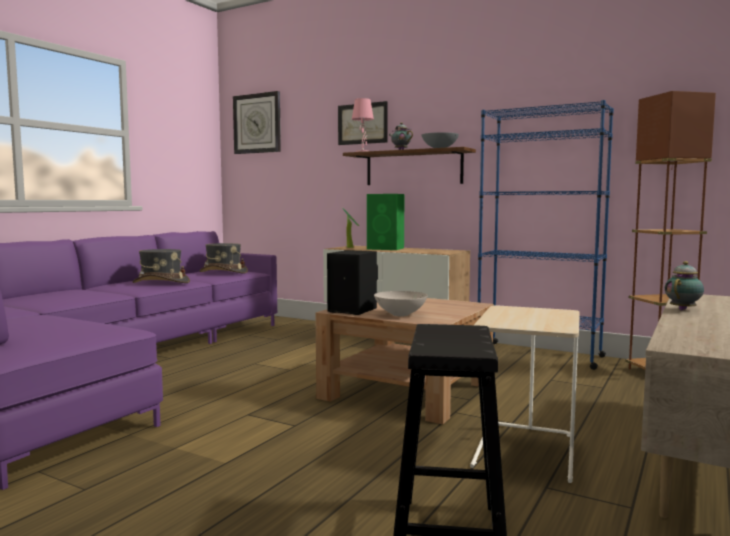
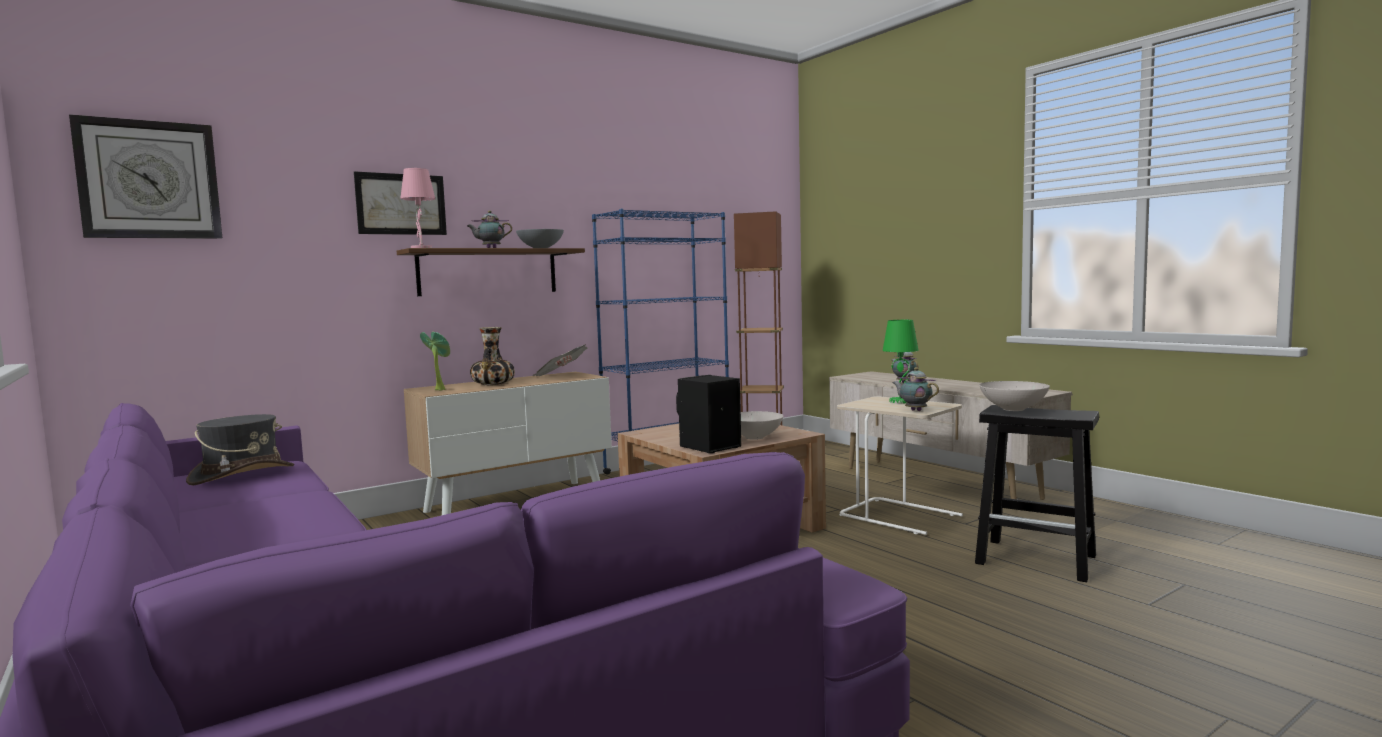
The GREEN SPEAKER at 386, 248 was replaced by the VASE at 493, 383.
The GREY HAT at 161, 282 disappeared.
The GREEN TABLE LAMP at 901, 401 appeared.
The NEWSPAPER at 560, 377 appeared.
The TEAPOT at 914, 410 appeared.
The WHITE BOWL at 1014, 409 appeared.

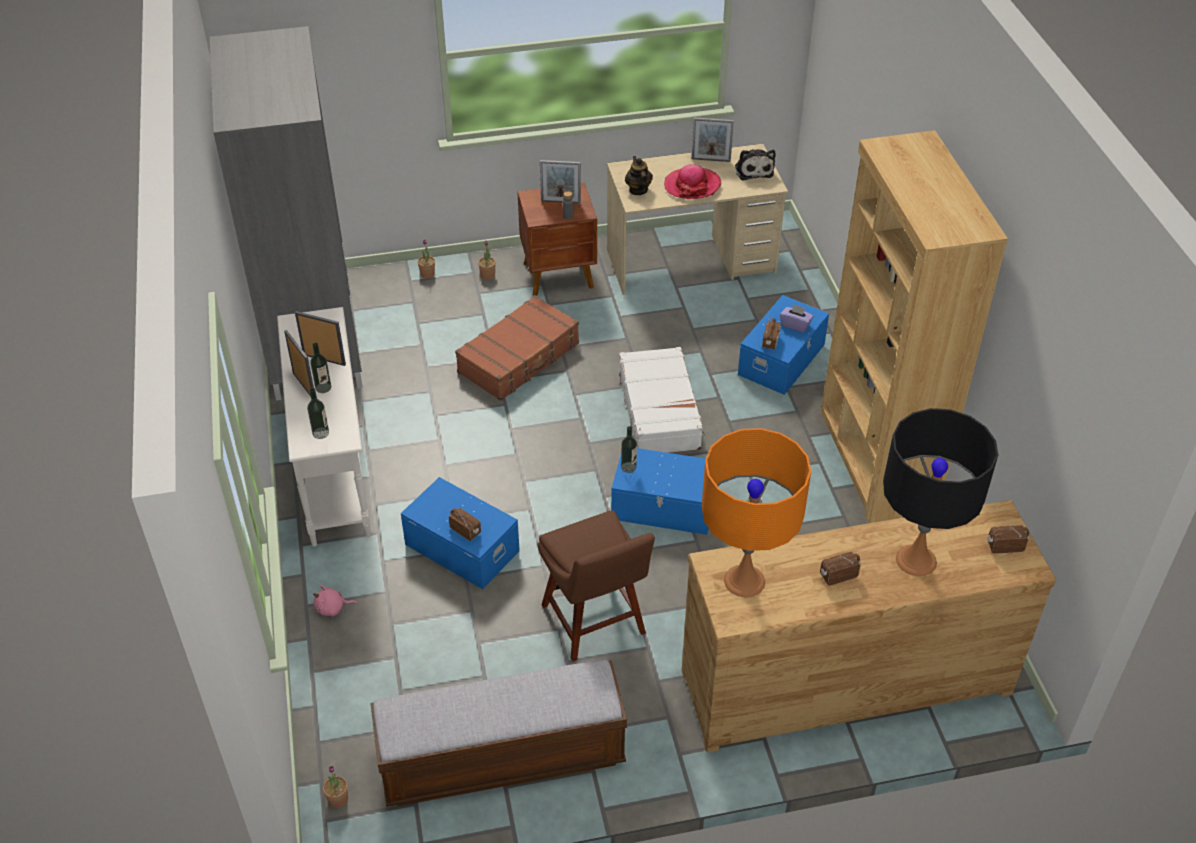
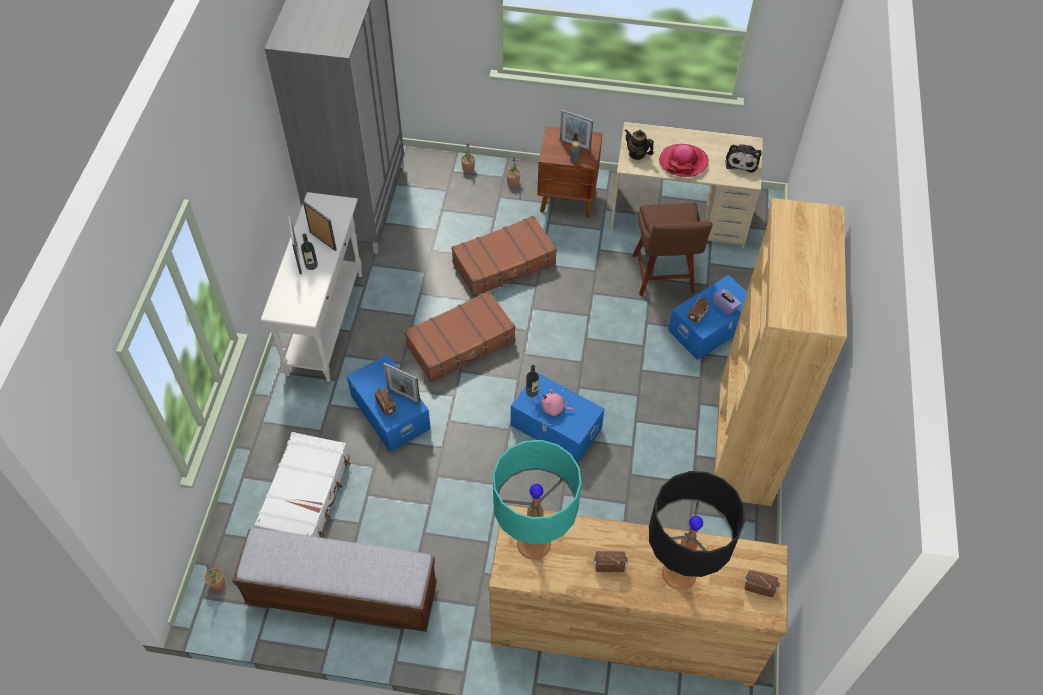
The PICTURE FRAME moved from 711, 160 to 403, 395.
The TEAPOT at 638, 190 turned 60 degrees counterclockwise.
The WHITE SUITCASE moved from 660, 411 to 306, 496.
The BOTTLE at 320, 433 disappeared.
The ORANGE TABLE LAMP at 744, 581 became the TURQUOISE TABLE LAMP at 533, 544.
The BROWN CHAIR moved from 595, 623 to 663, 276.
The PINK PLUSH TOY moved from 332, 608 to 554, 408.
The BROWN SUITCASE at 461, 343 appeared.

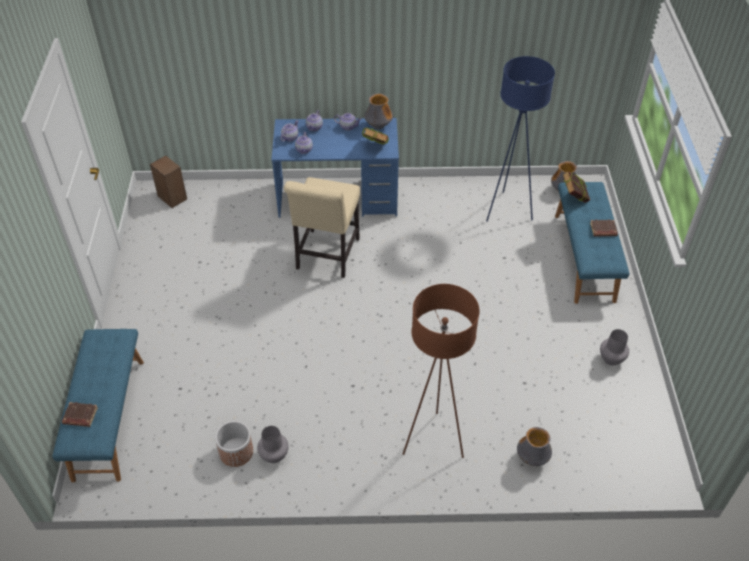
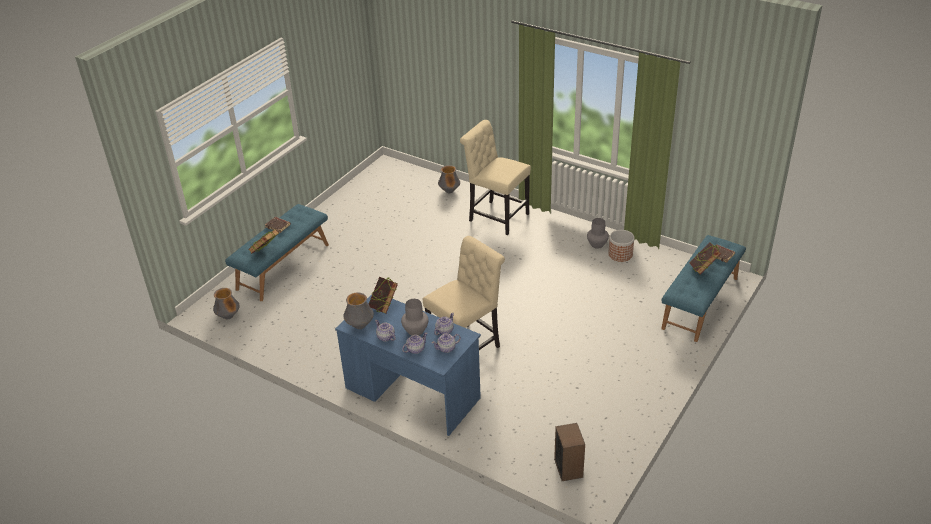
The BLUE FLOOR LAMP at 507, 210 disappeared.
The BROWN FLOOR LAMP at 433, 441 was replaced by the BEIGE CHAIR at 496, 216.
The GREY VASE moved from 611, 359 to 416, 330.
The BOOK at 703, 269 appeared.

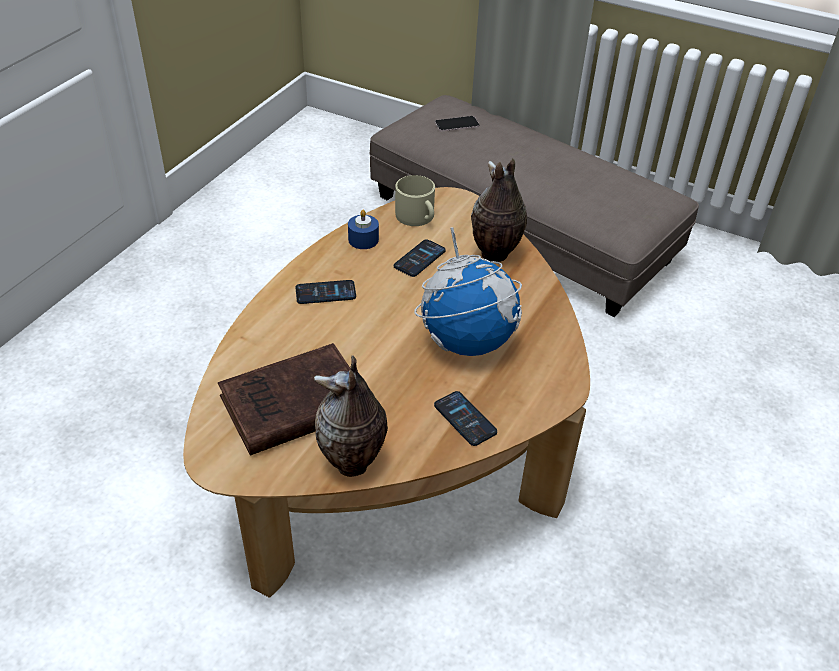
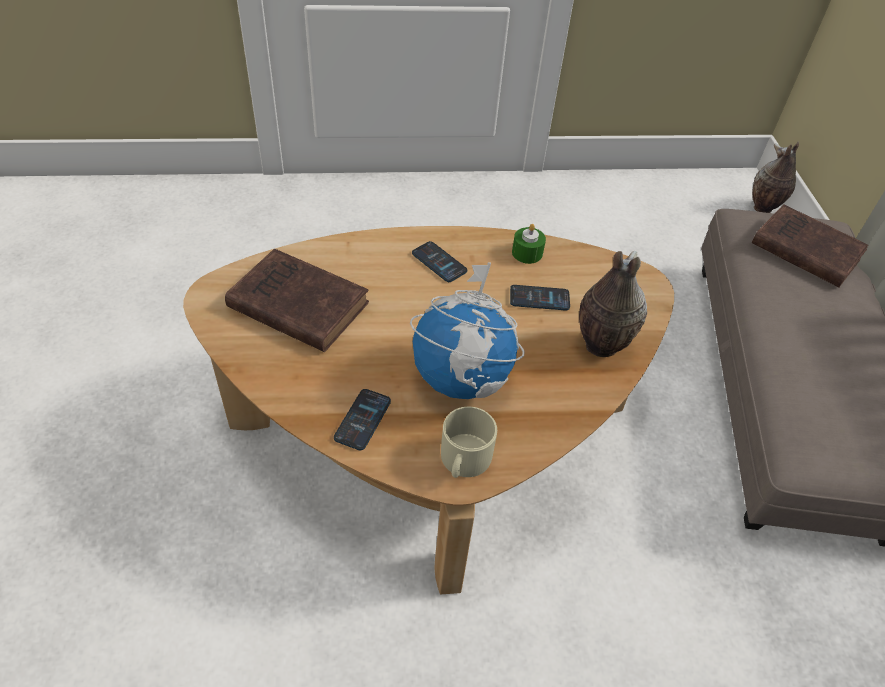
The PHONE at 456, 124 was replaced by the BROWN BOOK at 803, 249.
The BEIGE MUG moved from 417, 217 to 464, 460.
The BLUE CANDLE at 363, 240 became the GREEN CANDLE at 527, 253.
The VASE moved from 352, 463 to 762, 208.

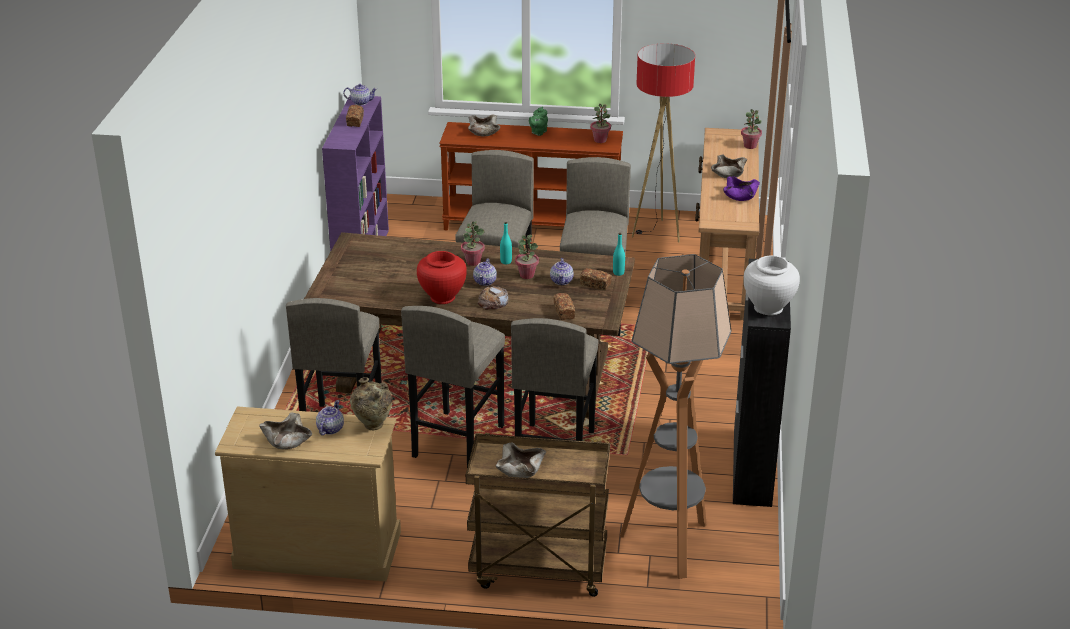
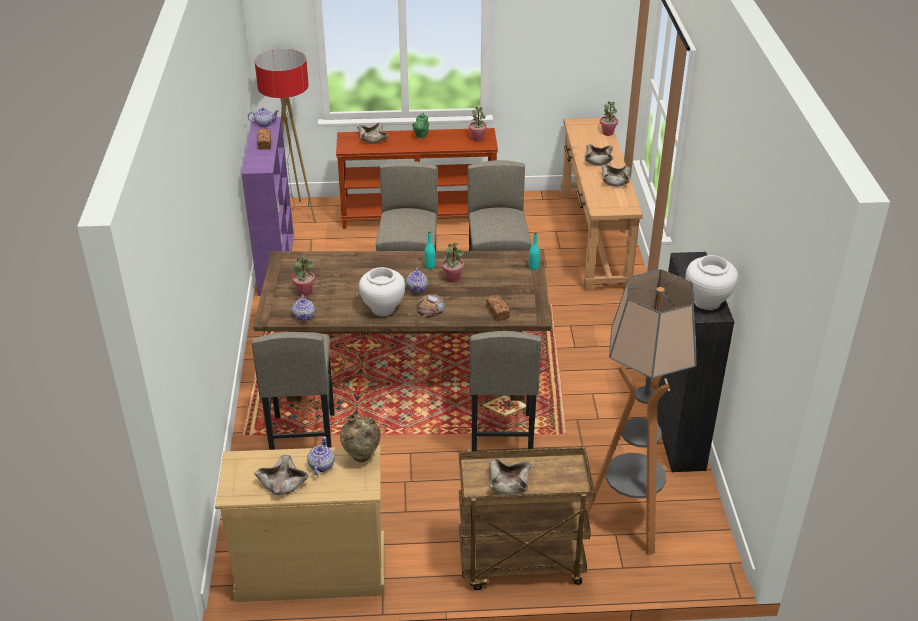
The FLOOR LAMP moved from 657, 233 to 296, 214.
The PURPLE BOWL at 740, 195 became the BEIGE BOWL at 615, 181.
The POTTED PLANT moved from 473, 262 to 305, 291.
The RED VASE at 442, 297 became the WHITE VASE at 383, 309.
The TEAPOT moved from 562, 281 to 304, 316.
The BREAD at 595, 284 disappeared.
The GREY STOOL at 457, 441 disappeared.

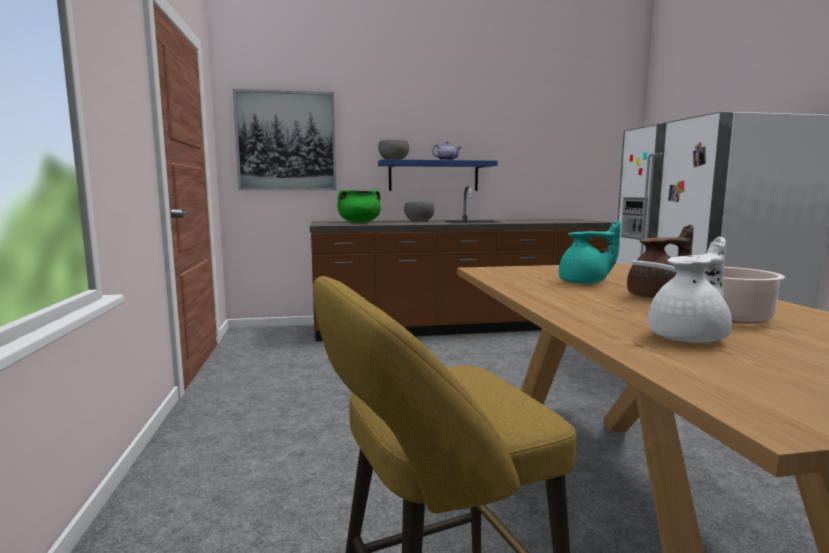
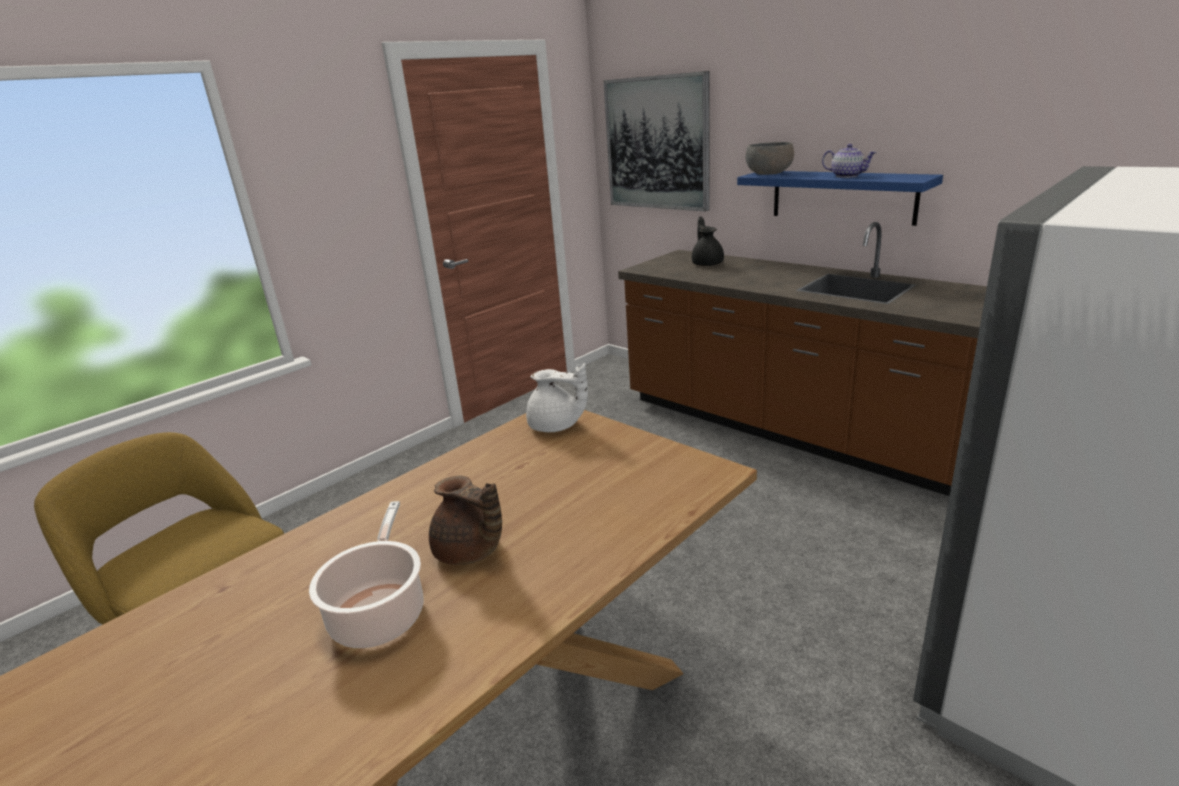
The GREEN COOKING POT at 359, 222 was replaced by the BLACK TEAPOT at 707, 263.
The GREY BOWL at 419, 221 disappeared.
The TURQUOISE TEAPOT at 585, 282 disappeared.
The WHITE TEAPOT moved from 690, 338 to 556, 426.

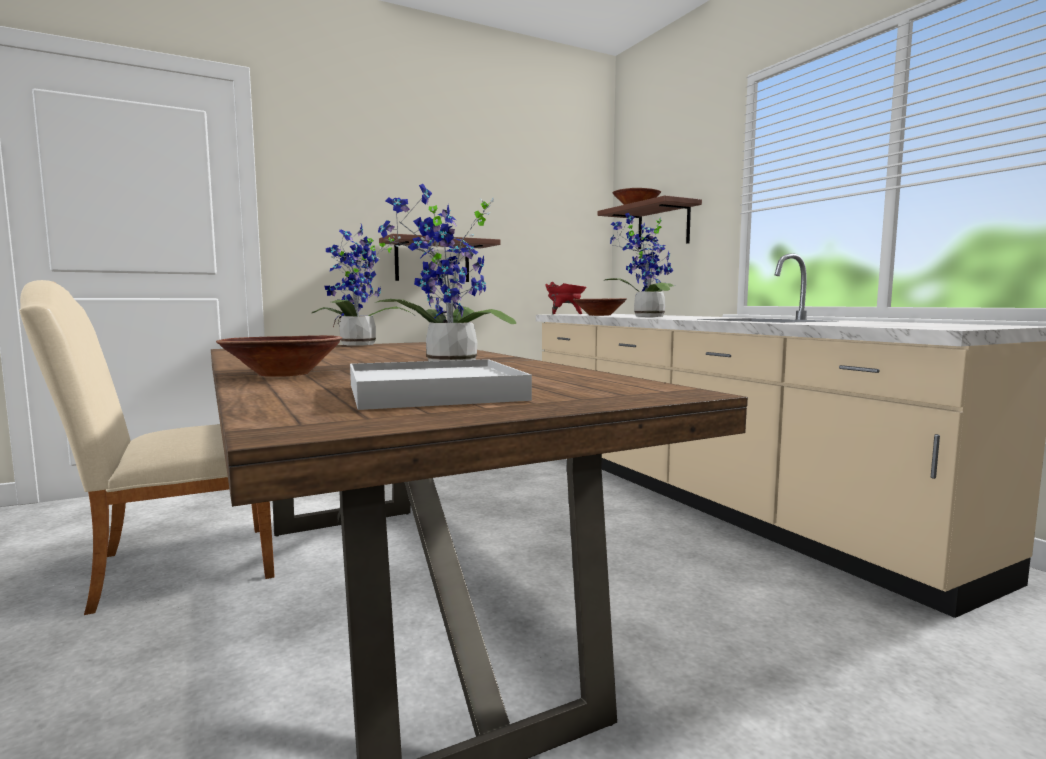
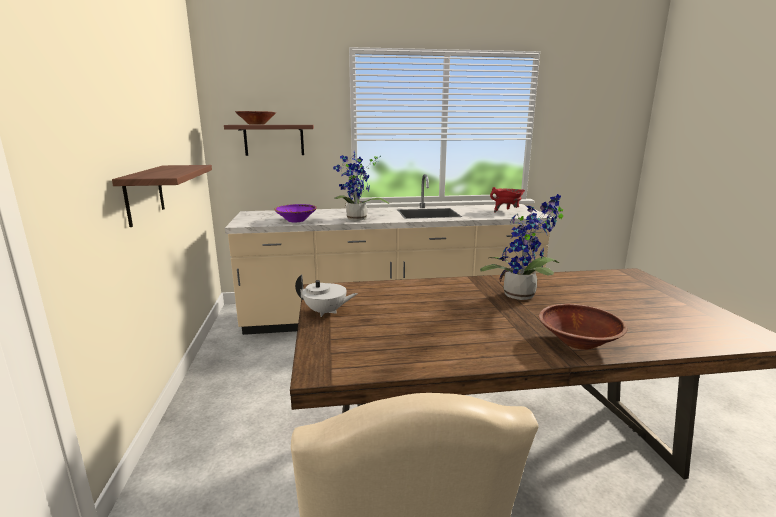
The POTTED PLANT at 358, 345 was replaced by the WHITE TEAPOT at 326, 312.
The RED COOKING POT moved from 564, 314 to 506, 211.
The BROWN BOWL at 599, 315 became the PURPLE BOWL at 296, 220.
The WHITE TRAY at 433, 393 disappeared.

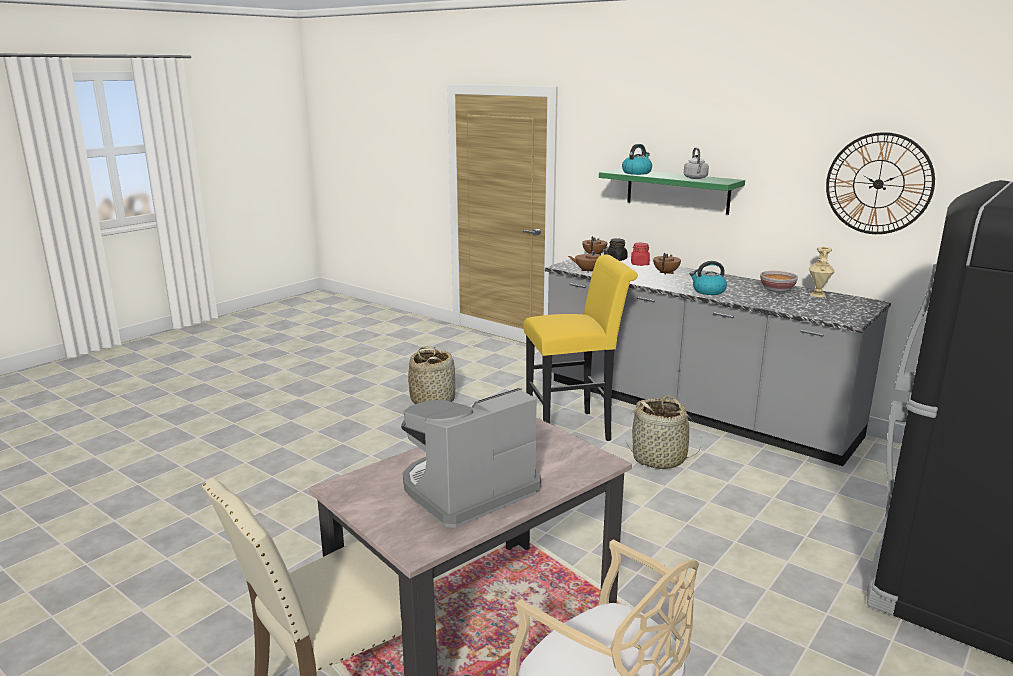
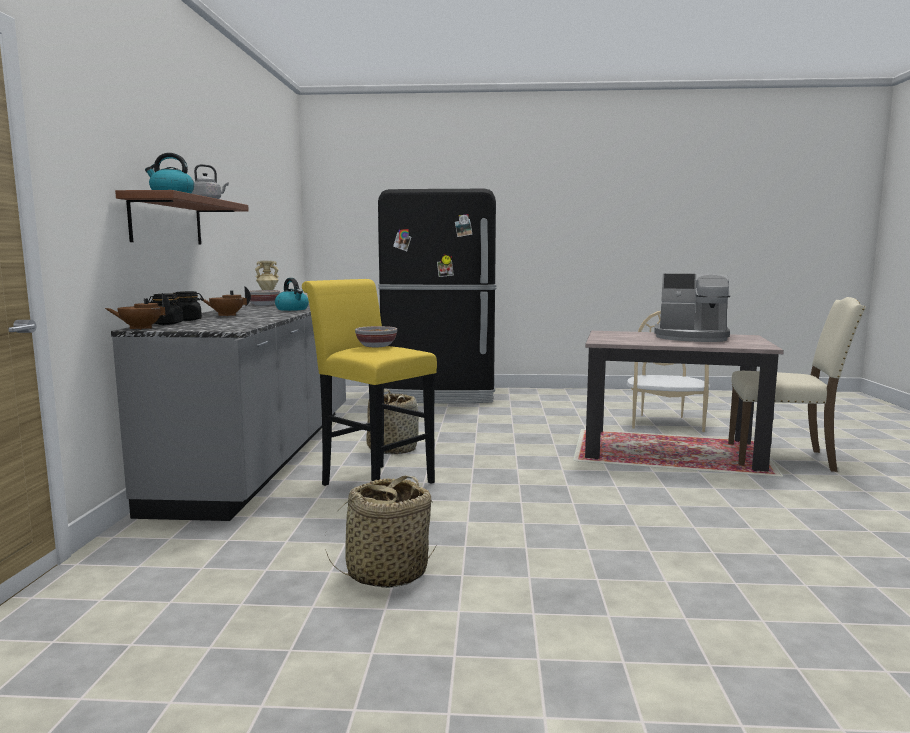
The WALL CLOCK at 878, 184 disappeared.
The GREEN SHELF at 677, 191 became the BROWN SHELF at 167, 221.
The RED JAR at 640, 264 became the BLACK JAR at 188, 320.
The BROWN TEAPOT at 587, 271 disappeared.
The BOWL at 376, 346 appeared.

